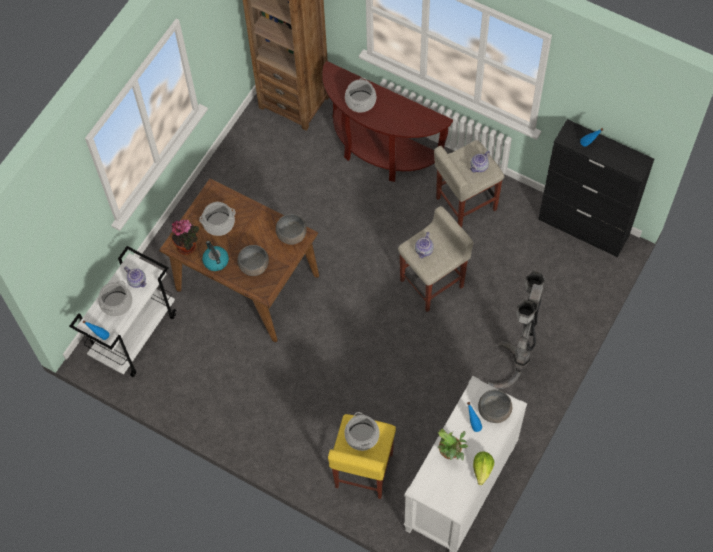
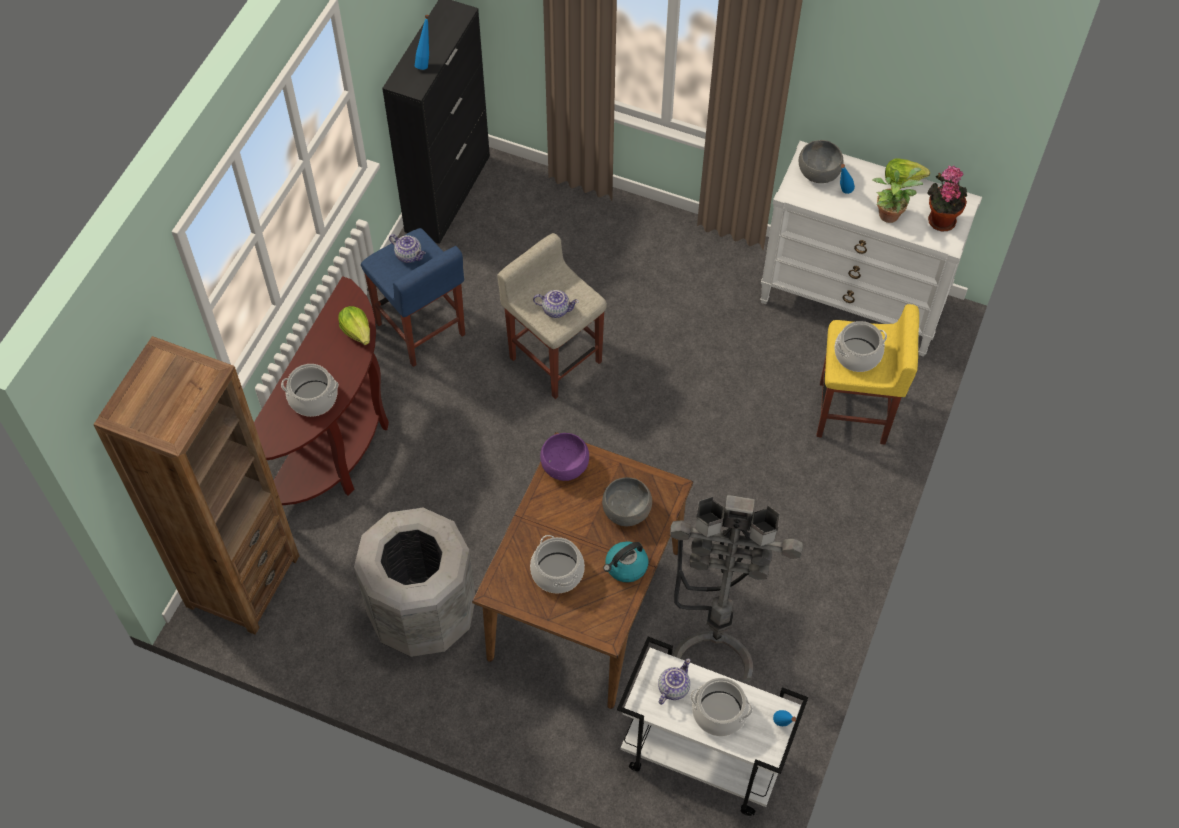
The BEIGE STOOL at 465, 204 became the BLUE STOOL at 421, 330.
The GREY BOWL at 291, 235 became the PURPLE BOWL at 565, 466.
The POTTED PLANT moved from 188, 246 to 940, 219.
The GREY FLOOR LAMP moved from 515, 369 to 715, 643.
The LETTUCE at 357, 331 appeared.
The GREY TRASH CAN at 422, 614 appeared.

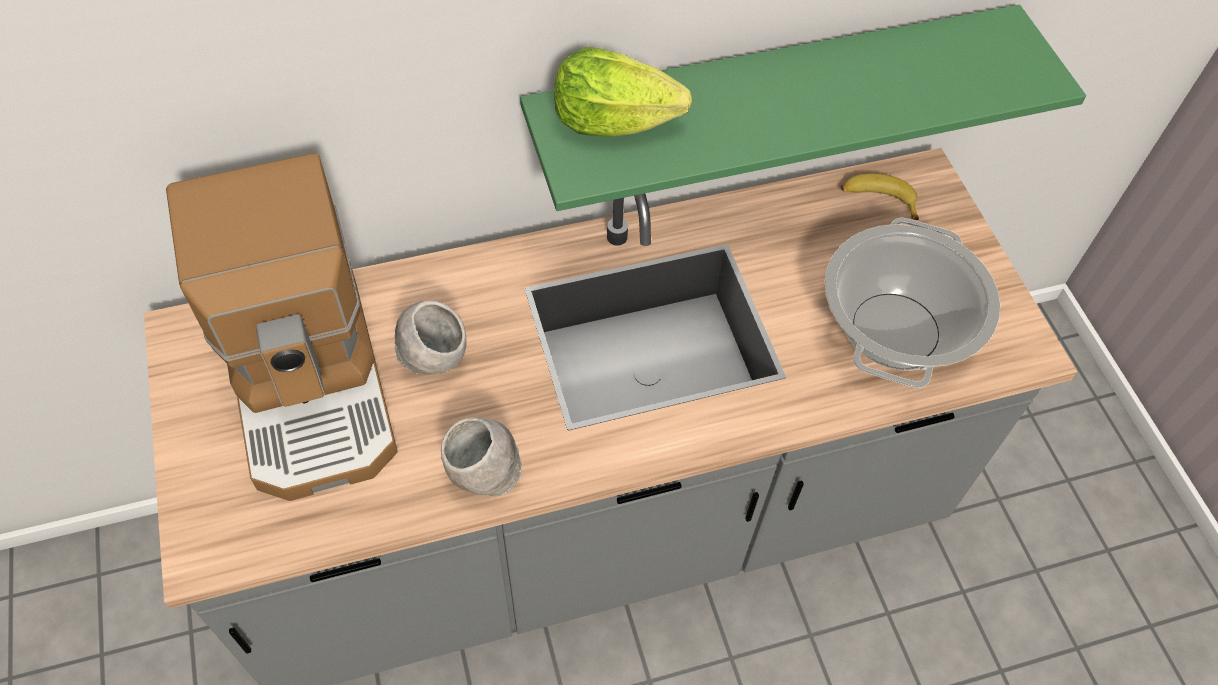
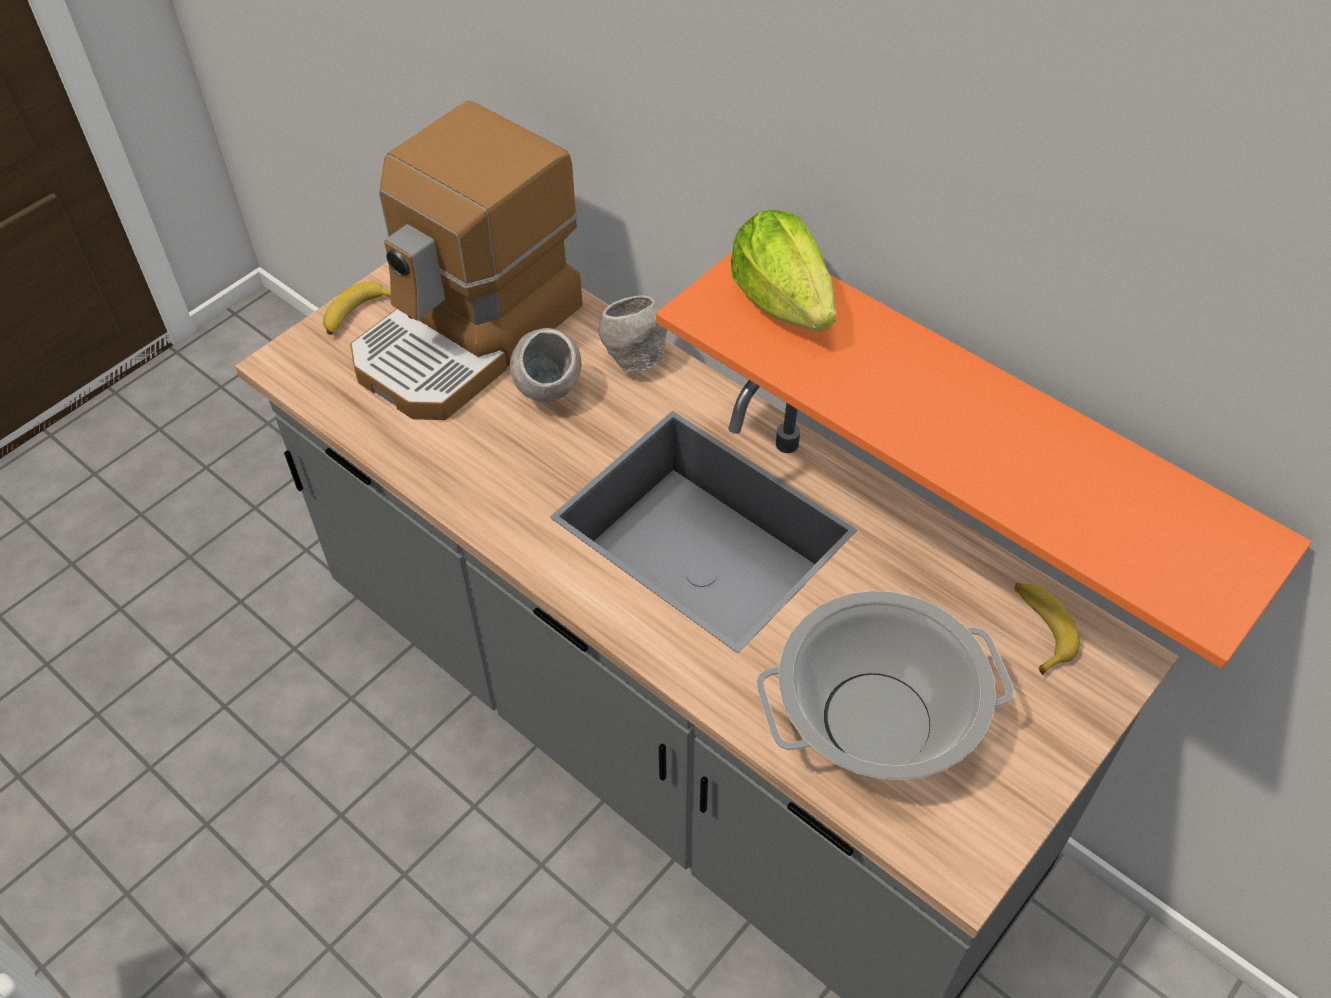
The GREEN SHELF at 771, 93 became the ORANGE SHELF at 992, 420.
The GREY BOWL moved from 484, 477 to 634, 359.
The BANANA at 358, 315 appeared.

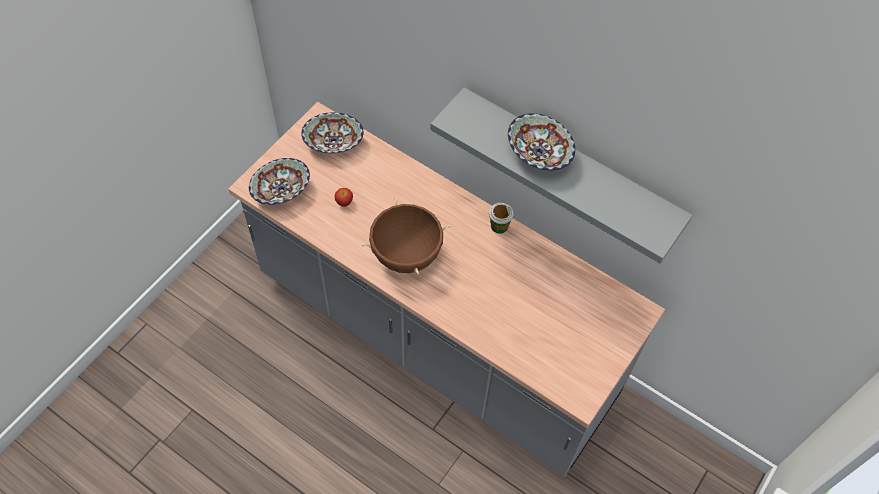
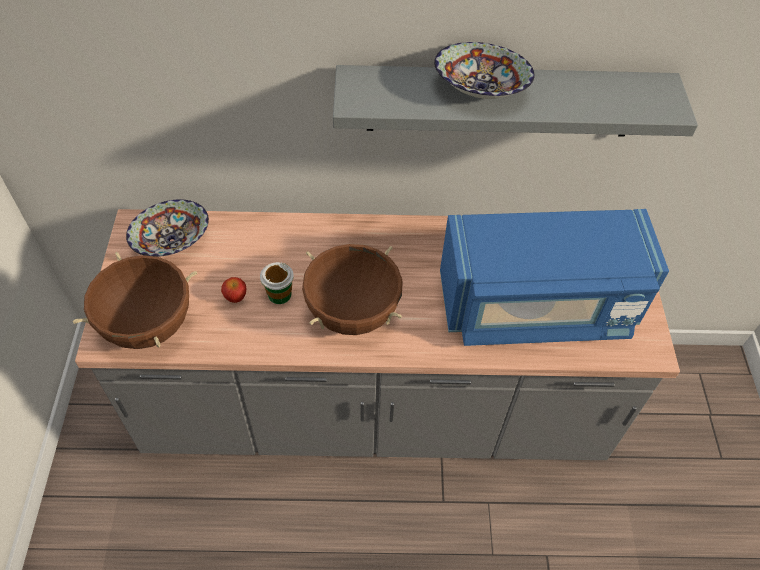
The BOWL at 282, 191 was replaced by the BROWN COOKING POT at 149, 326.
The CUP moved from 499, 226 to 279, 294.
The BLUE MICROWAVE at 536, 307 appeared.

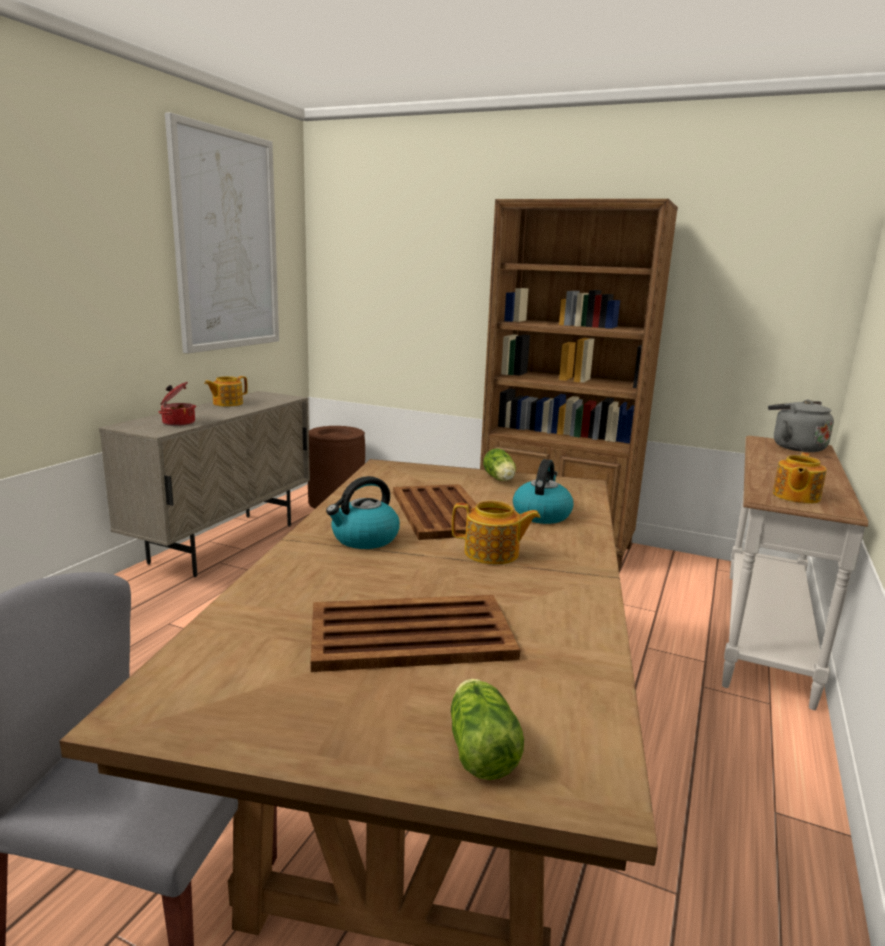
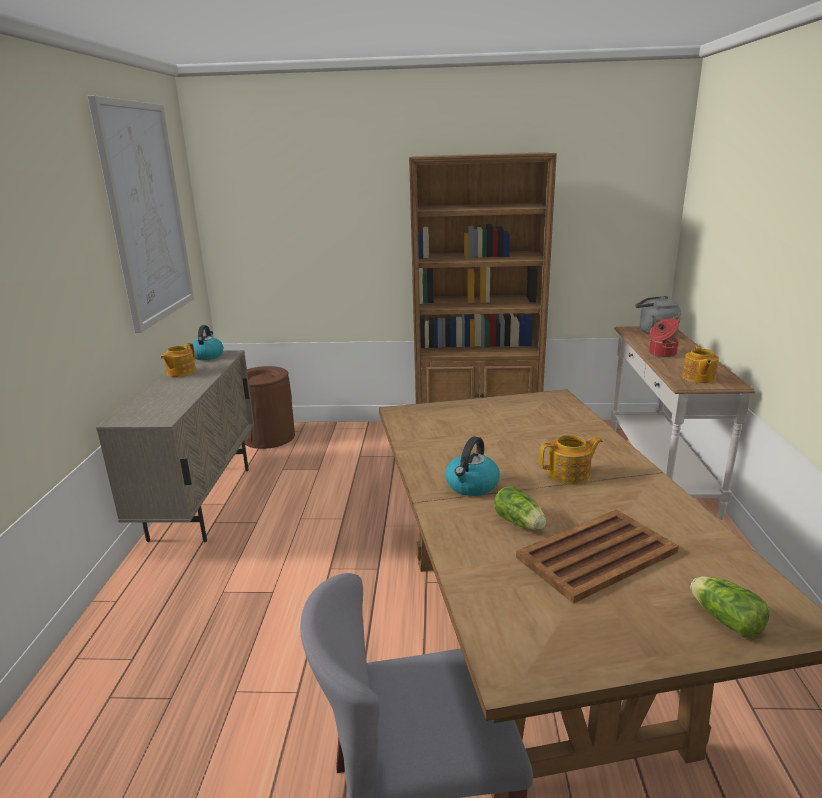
The COOKING POT moved from 178, 423 to 661, 353.
The LETTUCE moved from 500, 479 to 520, 524.
The KETTLE moved from 541, 514 to 207, 355.
The BROWN TRAY at 441, 512 disappeared.

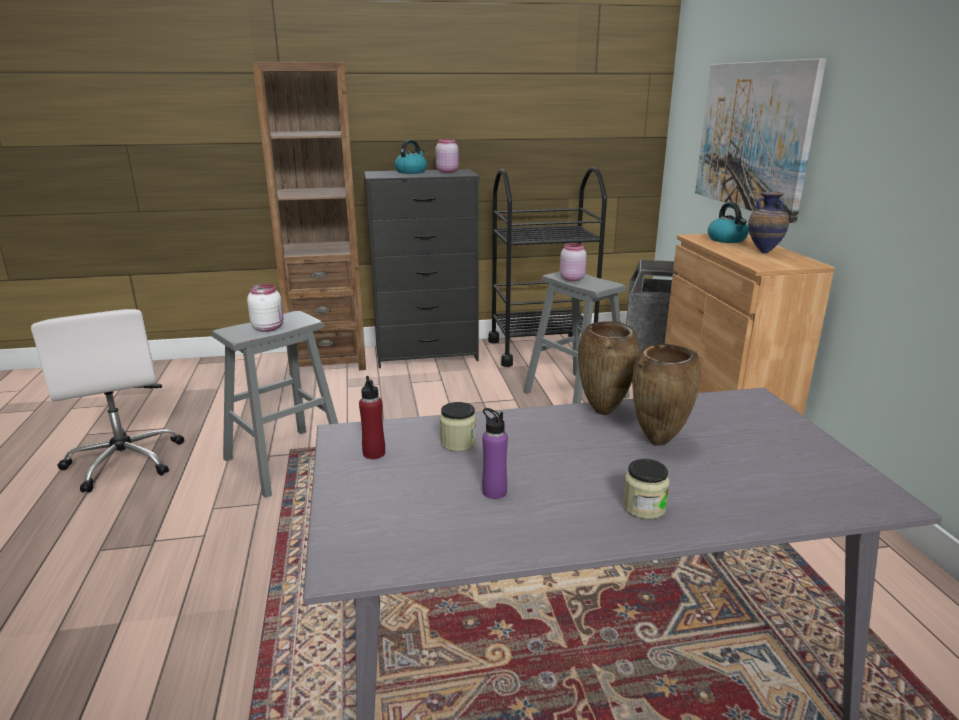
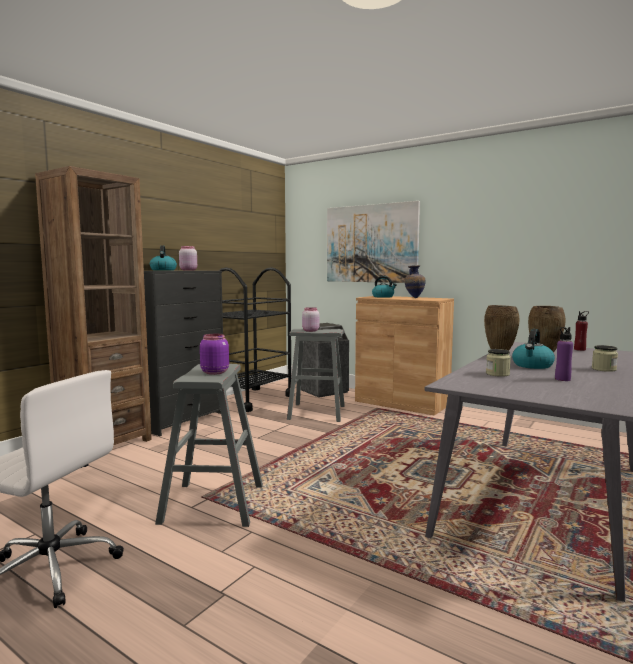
The WHITE JAR at 268, 328 became the PURPLE JAR at 214, 372.
The RED BOTTLE moved from 374, 453 to 579, 349.
The KETTLE at 532, 366 appeared.

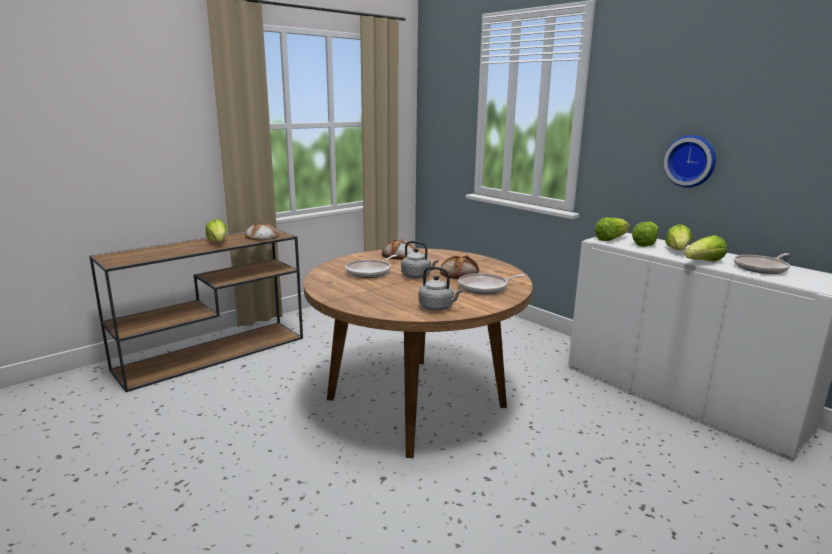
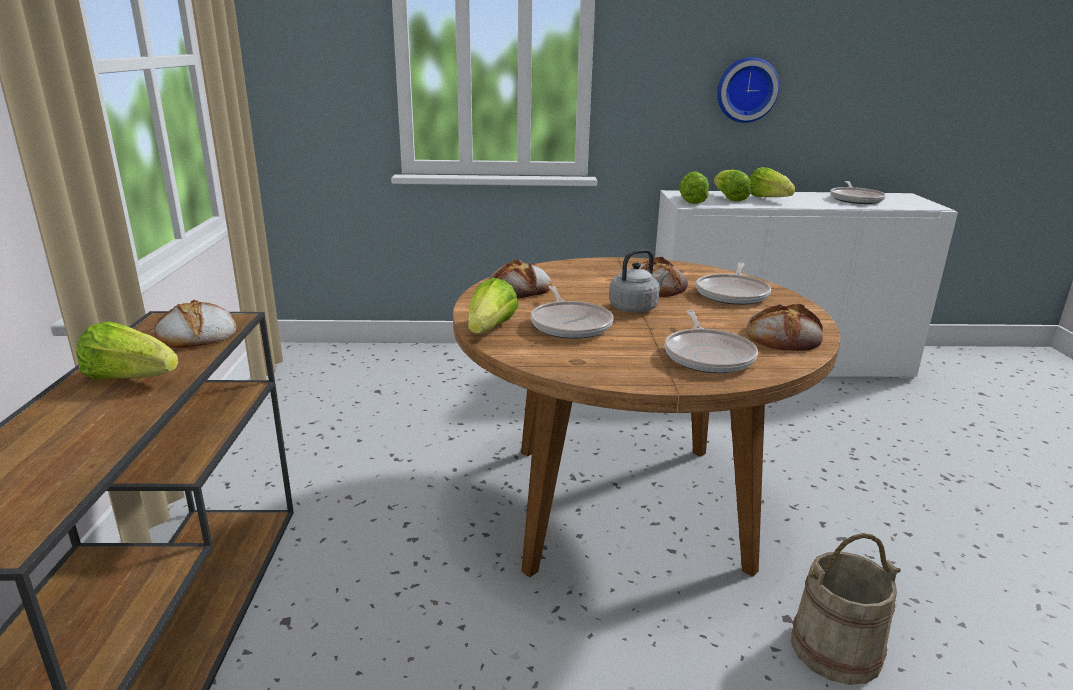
The LETTUCE moved from 704, 262 to 490, 329.
The GREY KETTLE at 438, 307 was replaced by the BREAD at 784, 336.
The FRYING PAN at 708, 356 appeared.
The BEIGE BUCKET at 836, 649 appeared.

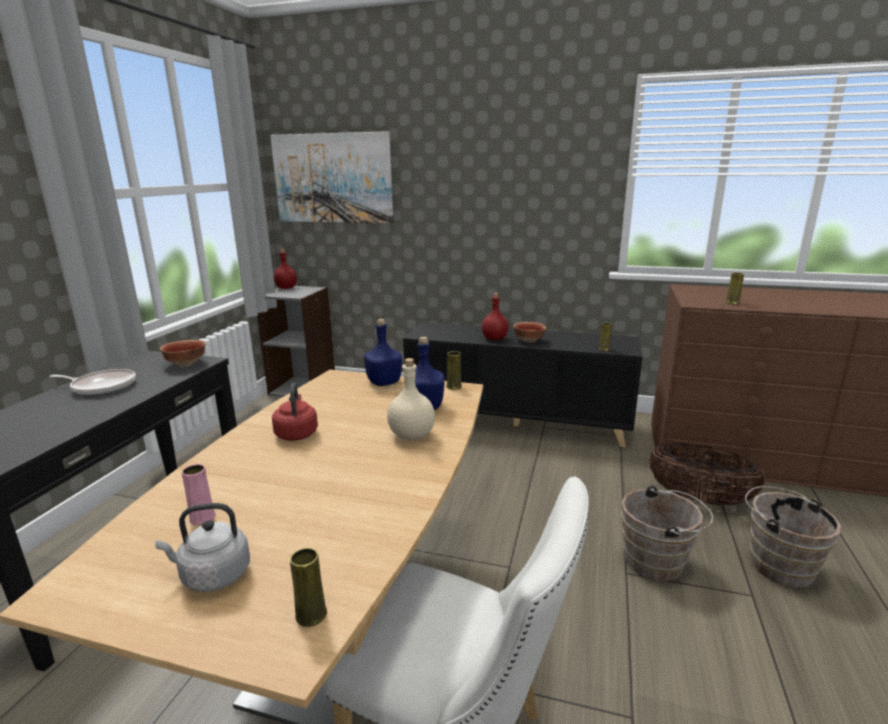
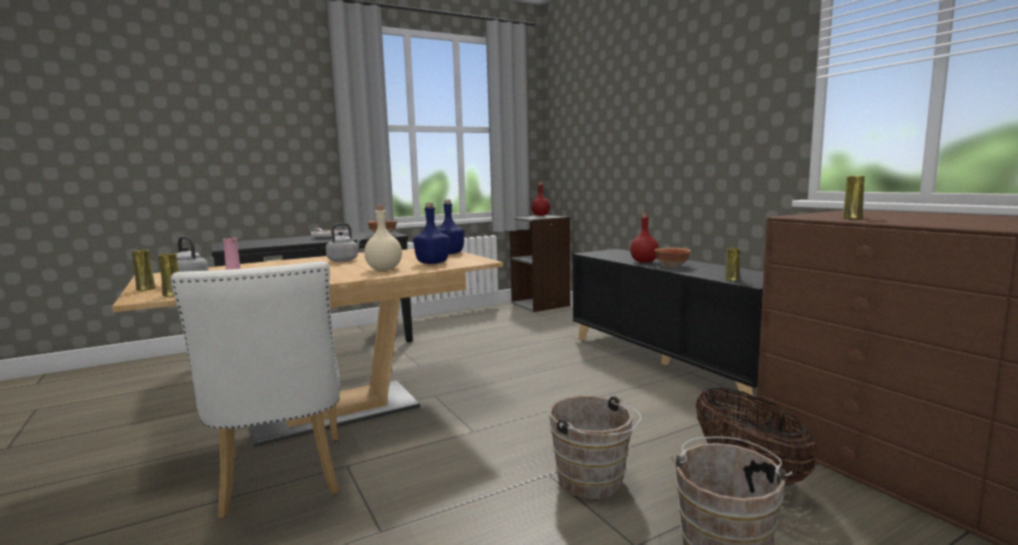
The PICTURE at 333, 178 disappeared.
The YELLOW VASE moved from 454, 386 to 146, 288.
The RED KETTLE at 296, 433 became the GREY KETTLE at 344, 260.

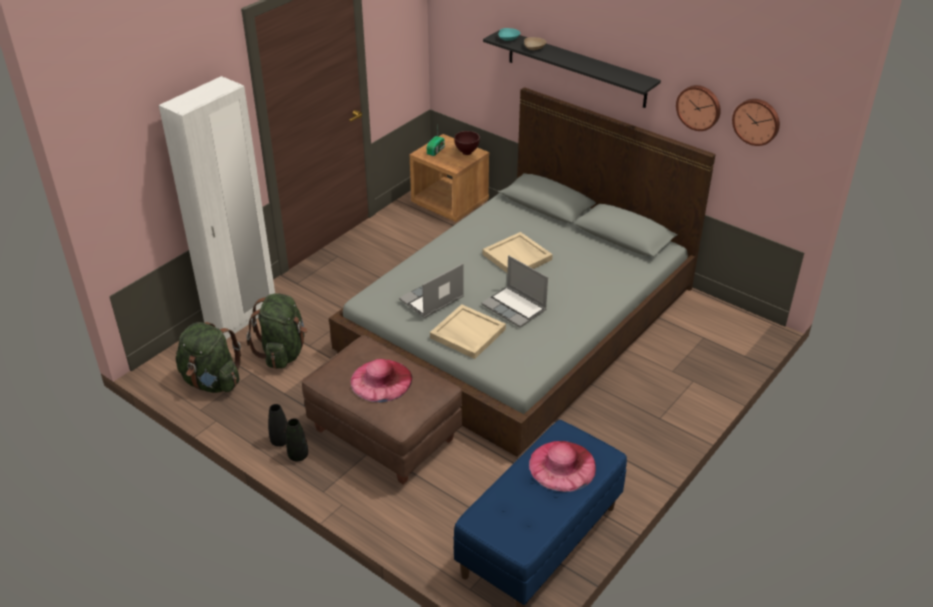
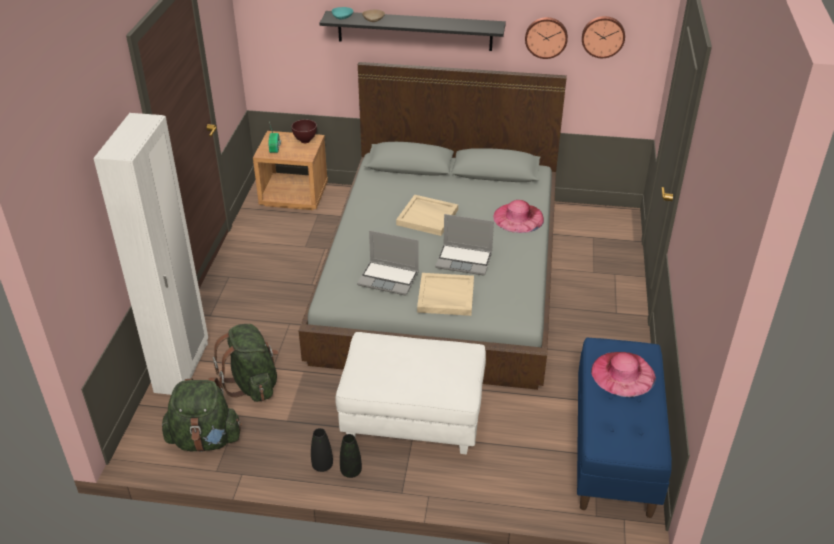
The LAPTOP at 431, 300 turned 90 degrees counterclockwise.
The BROWN OTTOMAN at 384, 435 became the WHITE OTTOMAN at 412, 419.
The PINK HAT moved from 381, 380 to 518, 217.

